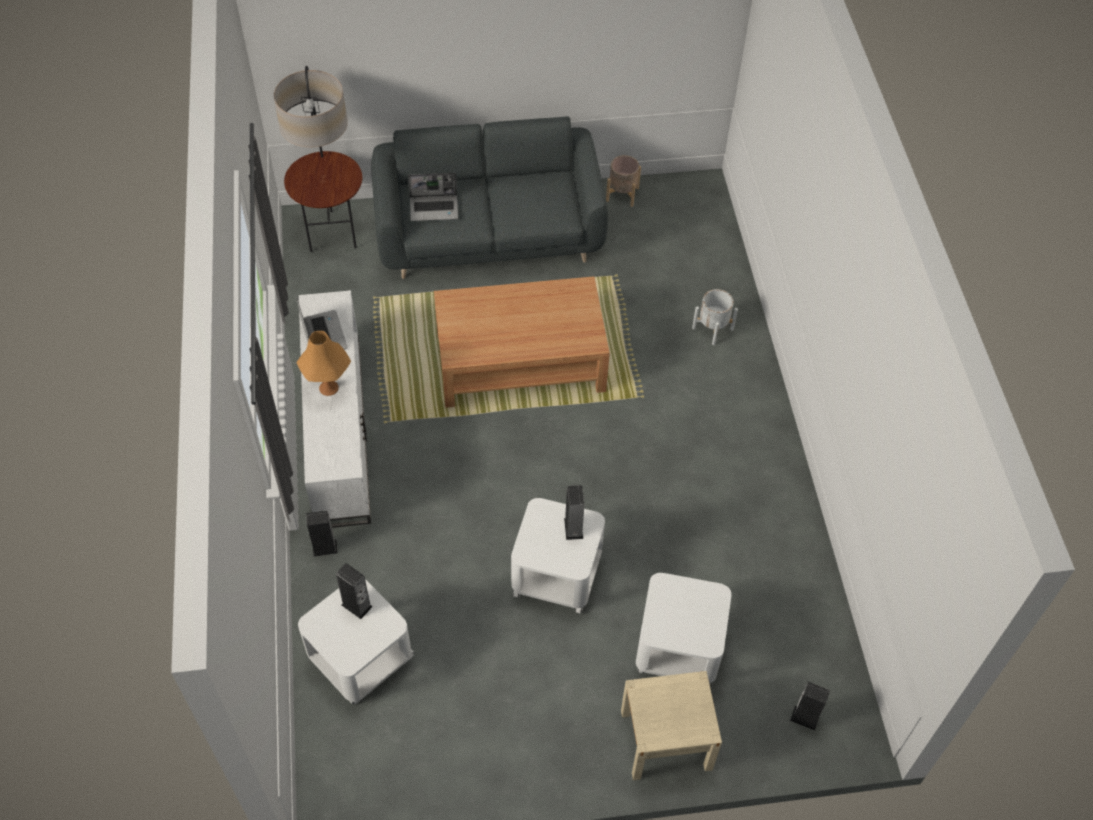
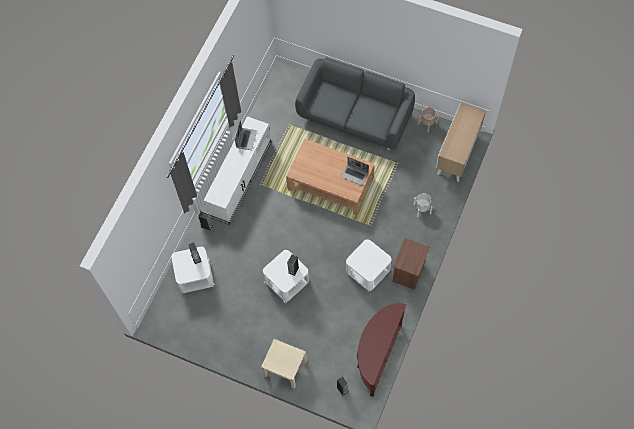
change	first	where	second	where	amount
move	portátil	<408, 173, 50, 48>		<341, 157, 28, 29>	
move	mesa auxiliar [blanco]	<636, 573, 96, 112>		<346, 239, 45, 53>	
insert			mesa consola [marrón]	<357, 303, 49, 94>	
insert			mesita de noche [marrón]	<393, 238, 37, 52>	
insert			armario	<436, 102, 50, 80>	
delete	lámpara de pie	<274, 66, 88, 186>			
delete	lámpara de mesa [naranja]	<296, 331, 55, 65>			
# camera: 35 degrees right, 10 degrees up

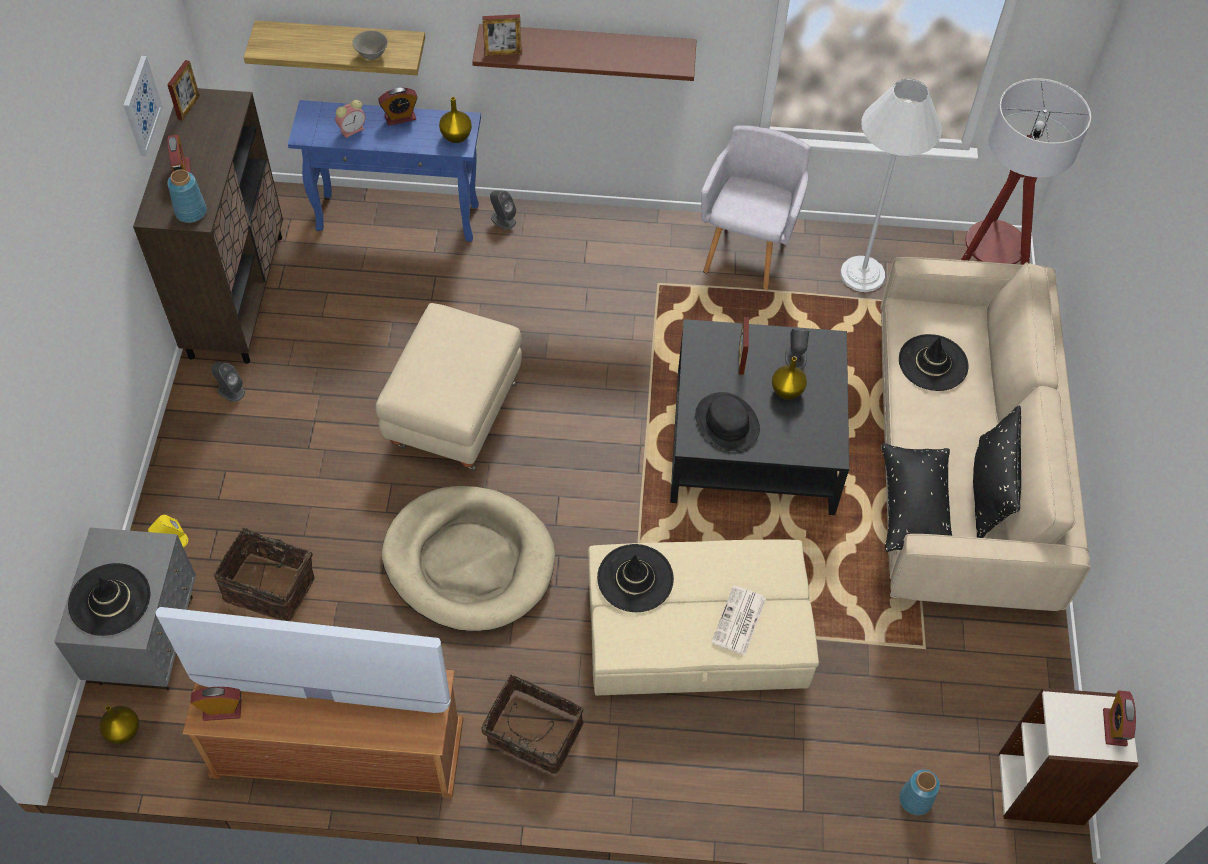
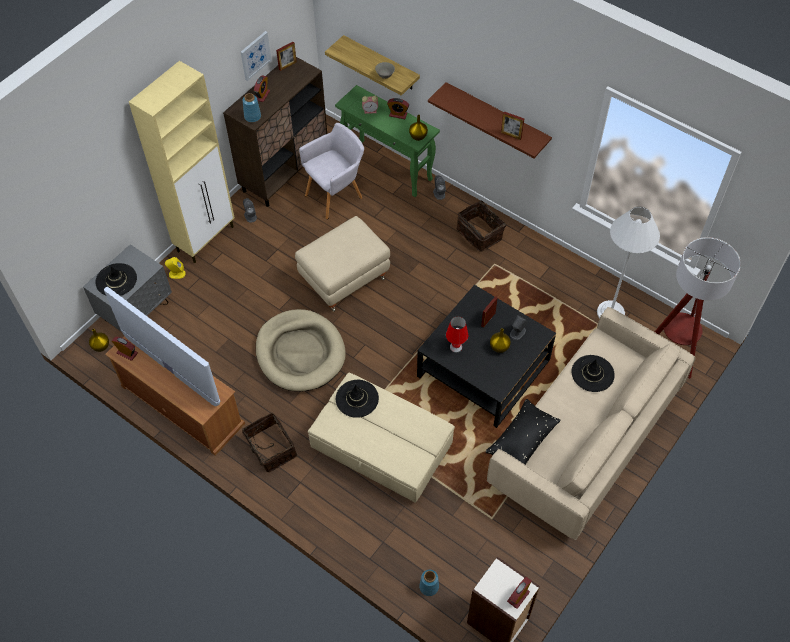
change	first	where	second	where	amount
insert			armario [beis]	<129, 61, 106, 202>	
move	sillón [gris]	<701, 125, 109, 165>		<299, 123, 65, 96>	
recolor	mesa consola [azul]	<288, 100, 193, 142>	mesa consola [verde]	<335, 85, 105, 112>	
replace	sombrero [negro]	<695, 392, 65, 59>	lámpara de mesa [rojo]	<446, 316, 22, 36>	
move	cesta	<214, 523, 101, 98>		<456, 201, 50, 51>	
move	portarretratos	<482, 14, 40, 42>		<501, 111, 23, 29>	
delete	periódico	<712, 585, 54, 70>			
delete	cojín [negro]	<973, 406, 48, 132>			
# camera: 35 degrees right, 0 degrees up

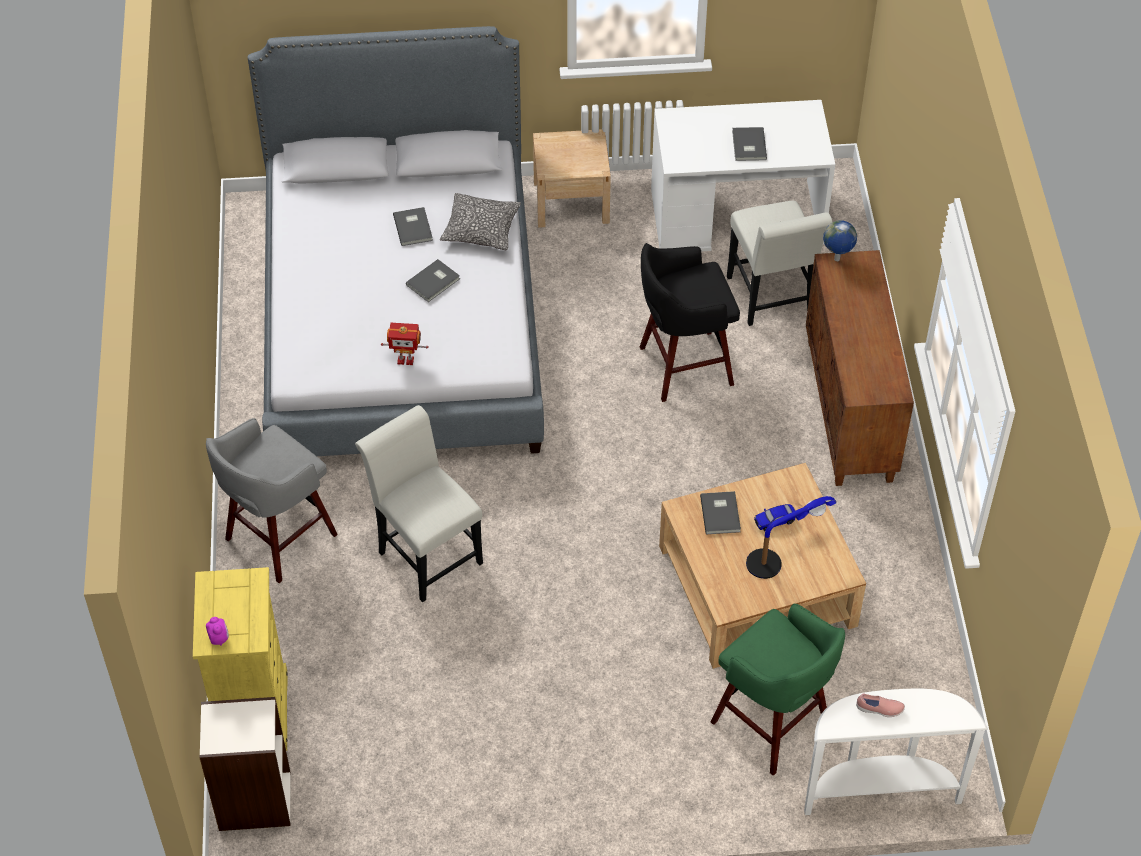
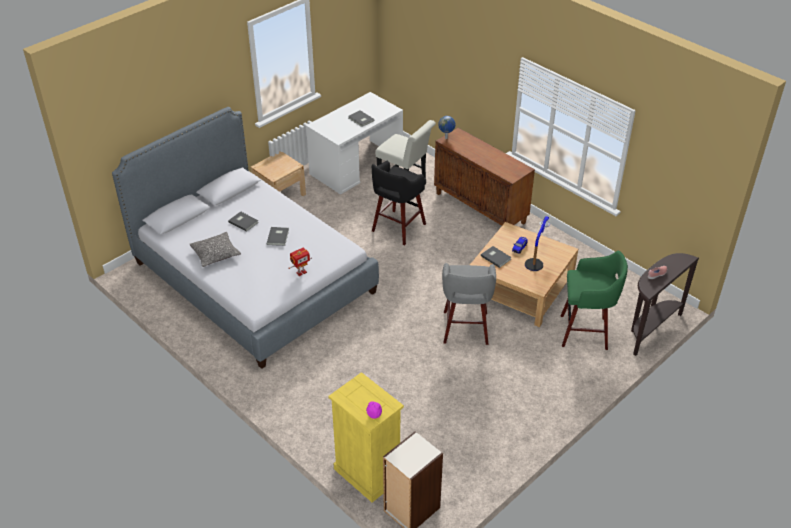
change	first	where	second	where	amount
move	cojín	<440, 193, 81, 57>		<189, 232, 52, 35>	
move	taburete [gris]	<206, 418, 132, 165>		<442, 263, 54, 82>	
recolor	mesa consola [blanco]	<804, 689, 184, 126>	mesa consola [marrón]	<631, 253, 68, 103>	
delete	silla [blanco]	<355, 405, 128, 197>			
# camera: 40 degrees left, 10 degrees down

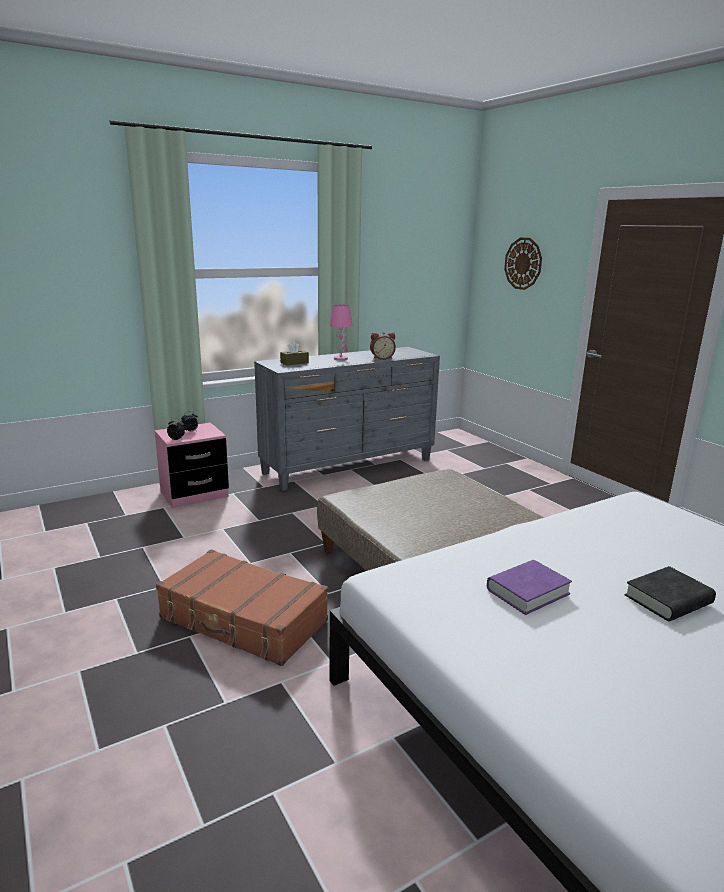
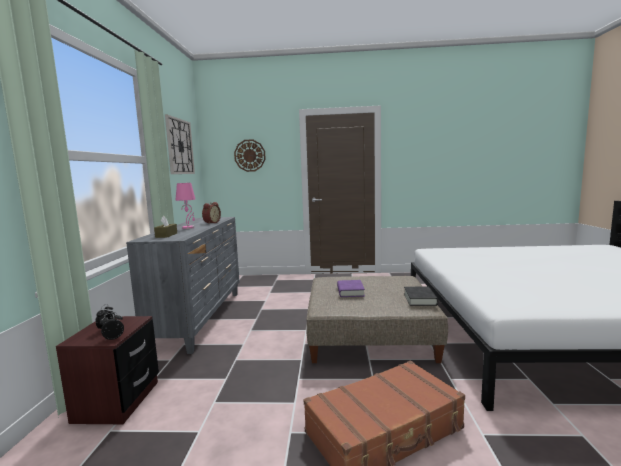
change	first	where	second	where	amount
recolor	mesita de noche [rosa]	<155, 423, 74, 85>	mesita de noche [marrón]	<56, 316, 103, 109>	
insert			reloj de pared	<165, 114, 30, 60>	
move	libro [morado]	<487, 560, 85, 55>		<337, 280, 28, 17>	
move	libro [negro]	<625, 566, 91, 55>		<404, 287, 34, 19>	
# camera: 55 degrees left, 10 degrees down

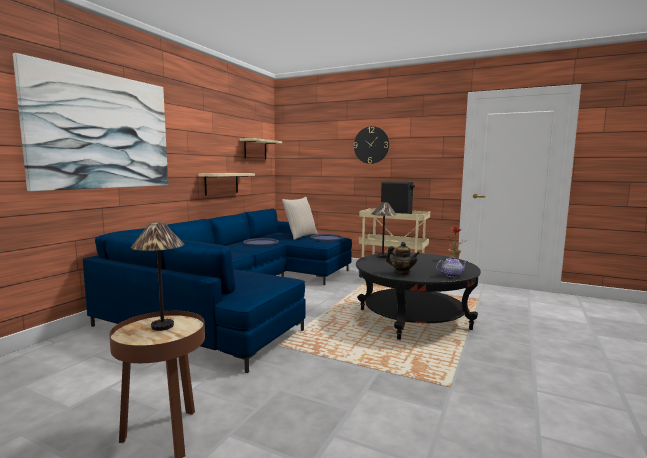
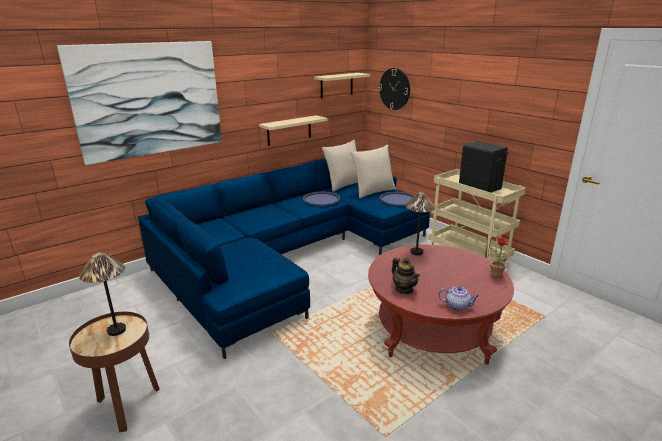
change	first	where	second	where	amount
insert			cojín [beis]	<322, 139, 36, 53>	
recolor	mesa de centro [negro]	<356, 252, 125, 88>	mesa de centro [rojo]	<368, 244, 146, 121>	
move	reloj de pared	<354, 126, 35, 38>		<379, 68, 31, 42>	
# camera: 25 degrees right, 15 degrees up

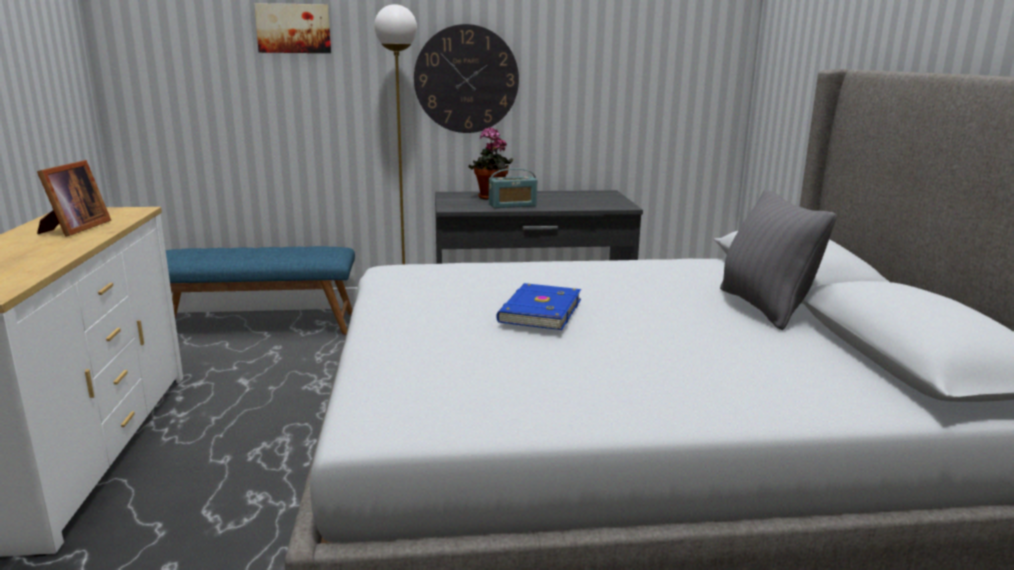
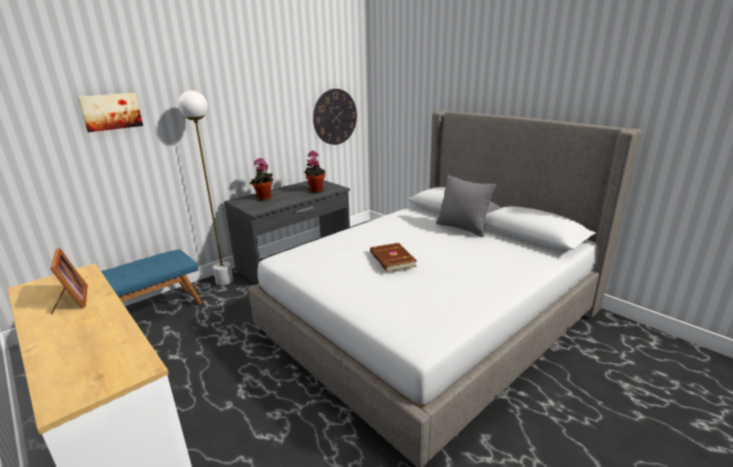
change	first	where	second	where	amount
insert			planta en maceta	<304, 151, 22, 42>	
move	reloj de pared	<414, 24, 105, 109>		<313, 89, 44, 56>	
recolor	libro [azul]	<496, 283, 85, 47>	libro [marrón]	<370, 243, 47, 29>	
delete	radio	<489, 168, 48, 40>			
# camera: 35 degrees left, 5 degrees up

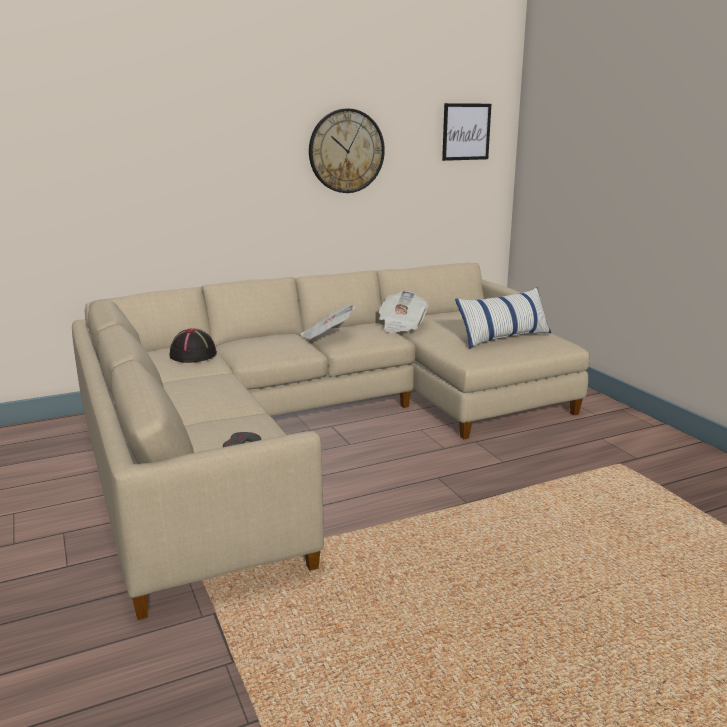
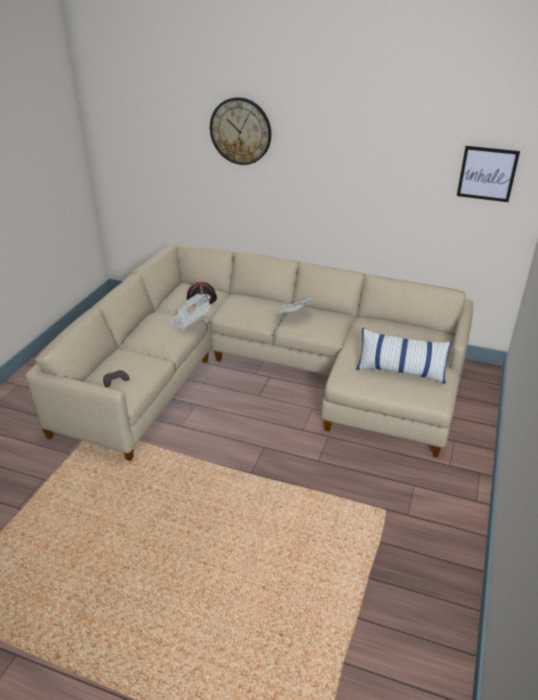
change	first	where	second	where	amount
move	periódico	<378, 291, 51, 42>		<170, 294, 41, 35>	
move	reloj de pared	<309, 109, 76, 84>		<210, 97, 61, 68>	
# camera: 45 degrees right, 15 degrees up

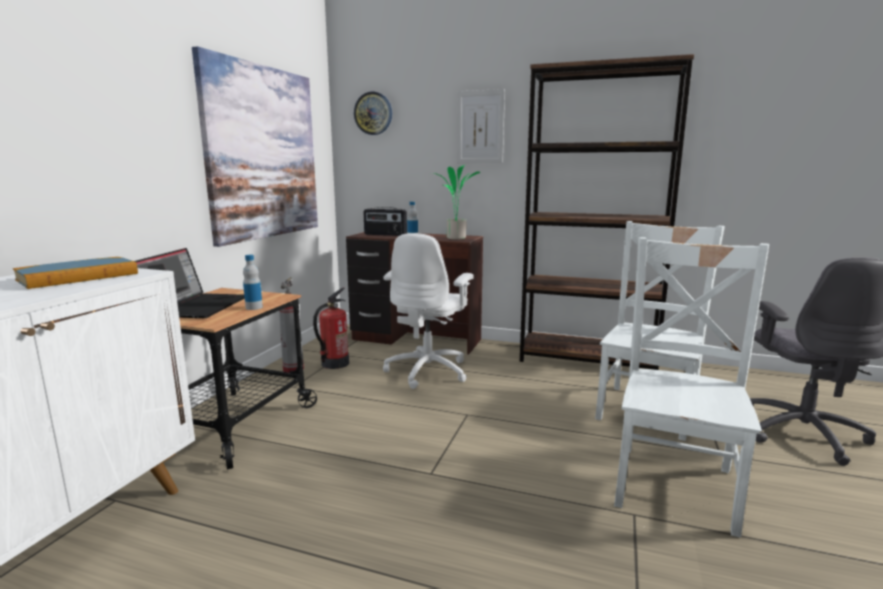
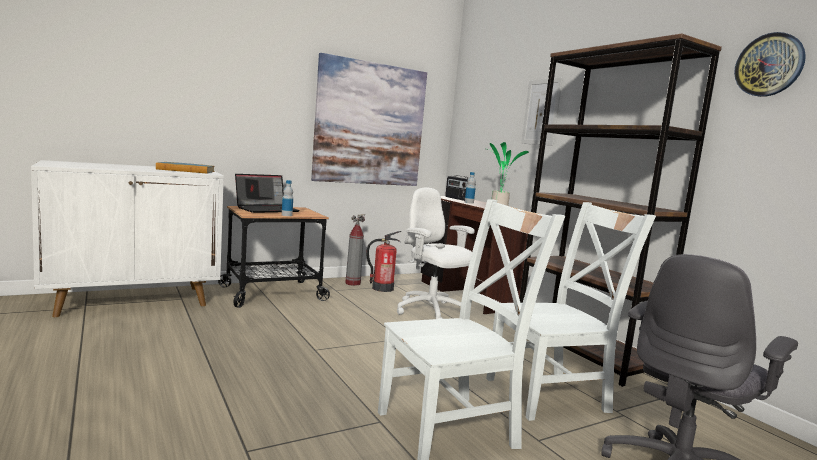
change	first	where	second	where	amount
rotate	silla de oficina [blanco]	<383, 233, 91, 156>		<397, 188, 78, 131>	75 degrees clockwise
move	reloj de pared	<354, 91, 38, 44>		<734, 32, 72, 65>	
# camera: 40 degrees right, 5 degrees down

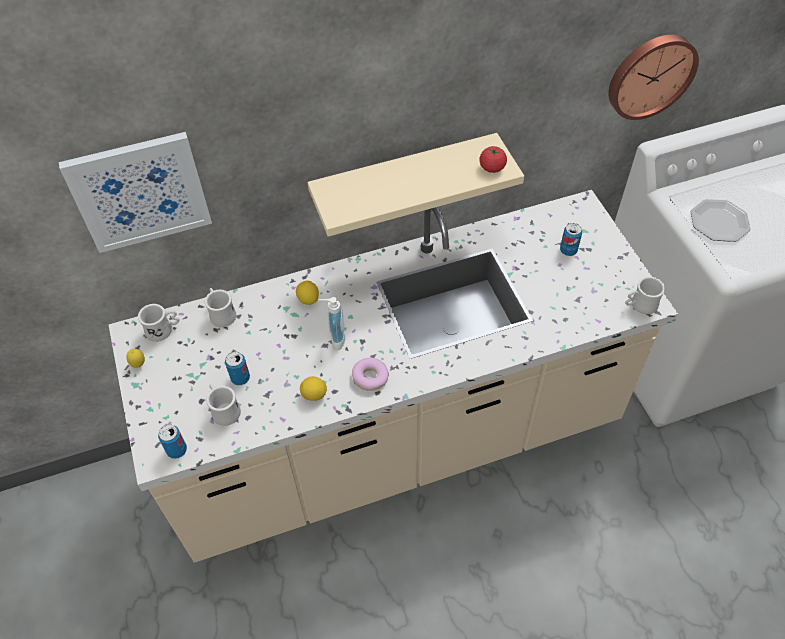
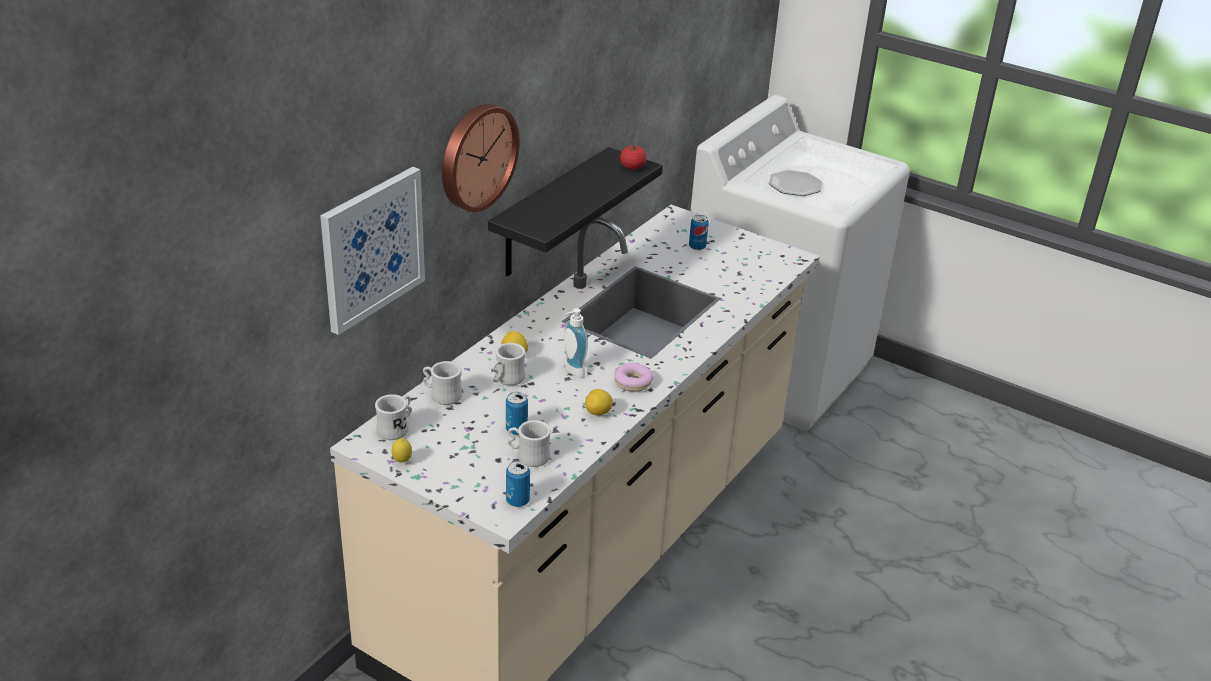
change	first	where	second	where	amount
move	reloj de pared	<608, 34, 91, 86>		<442, 104, 78, 108>	
recolor	estante [beis]	<307, 133, 217, 104>	estante [negro]	<488, 147, 175, 129>	
move	taza grande [blanco]	<625, 276, 40, 38>		<492, 343, 34, 43>	
# camera: 40 degrees left, 20 degrees down

